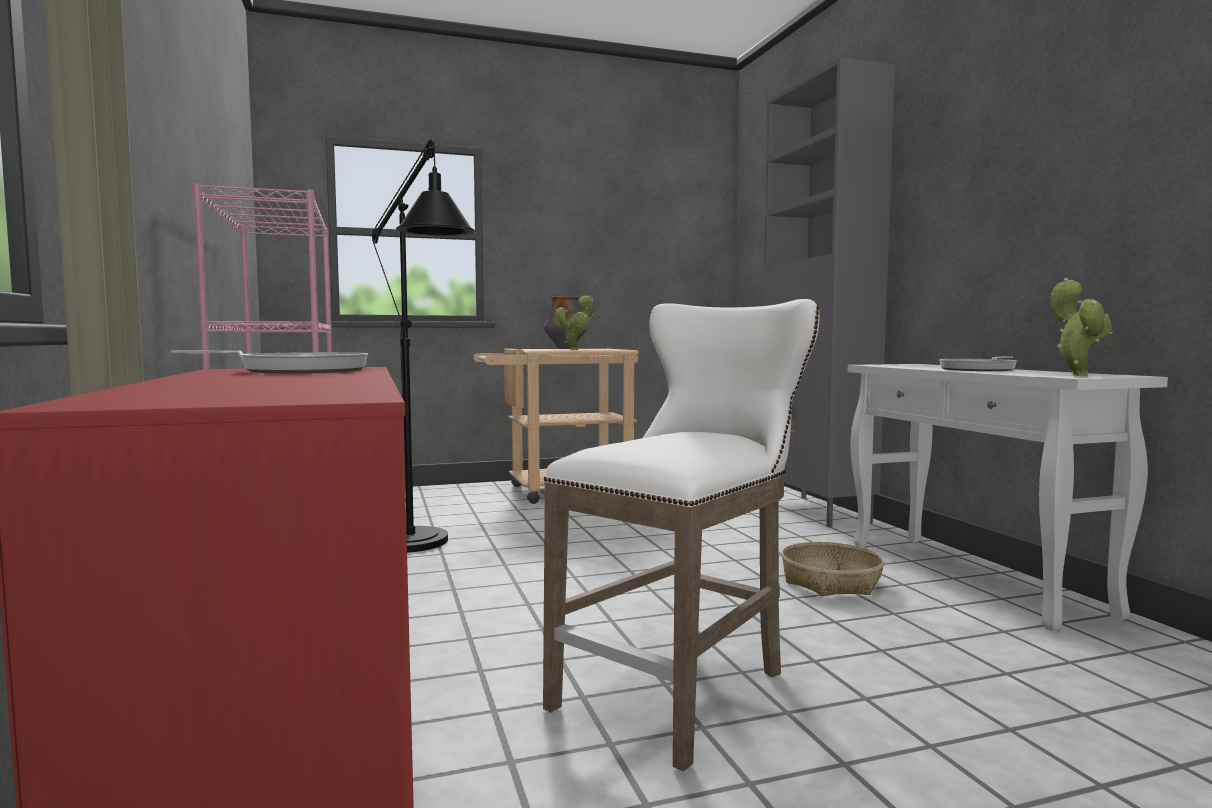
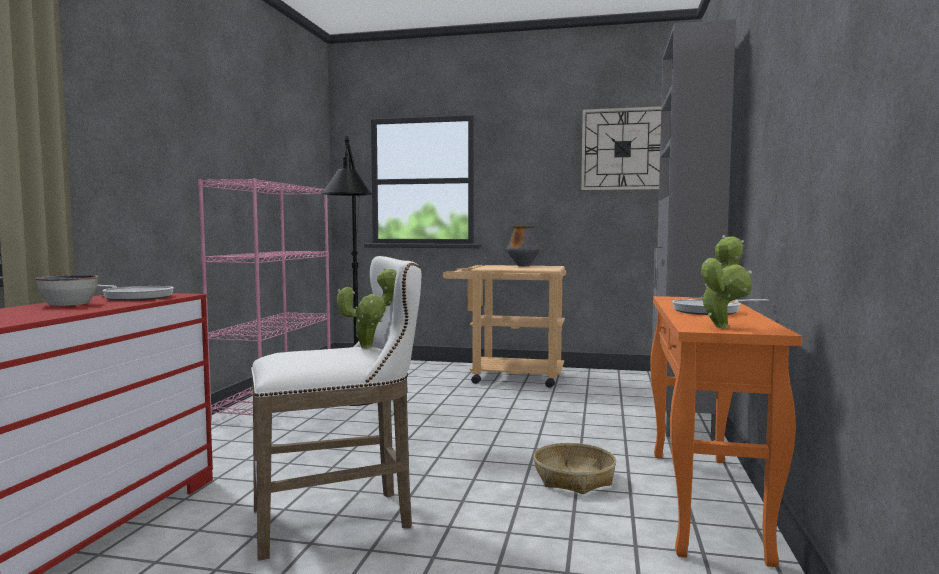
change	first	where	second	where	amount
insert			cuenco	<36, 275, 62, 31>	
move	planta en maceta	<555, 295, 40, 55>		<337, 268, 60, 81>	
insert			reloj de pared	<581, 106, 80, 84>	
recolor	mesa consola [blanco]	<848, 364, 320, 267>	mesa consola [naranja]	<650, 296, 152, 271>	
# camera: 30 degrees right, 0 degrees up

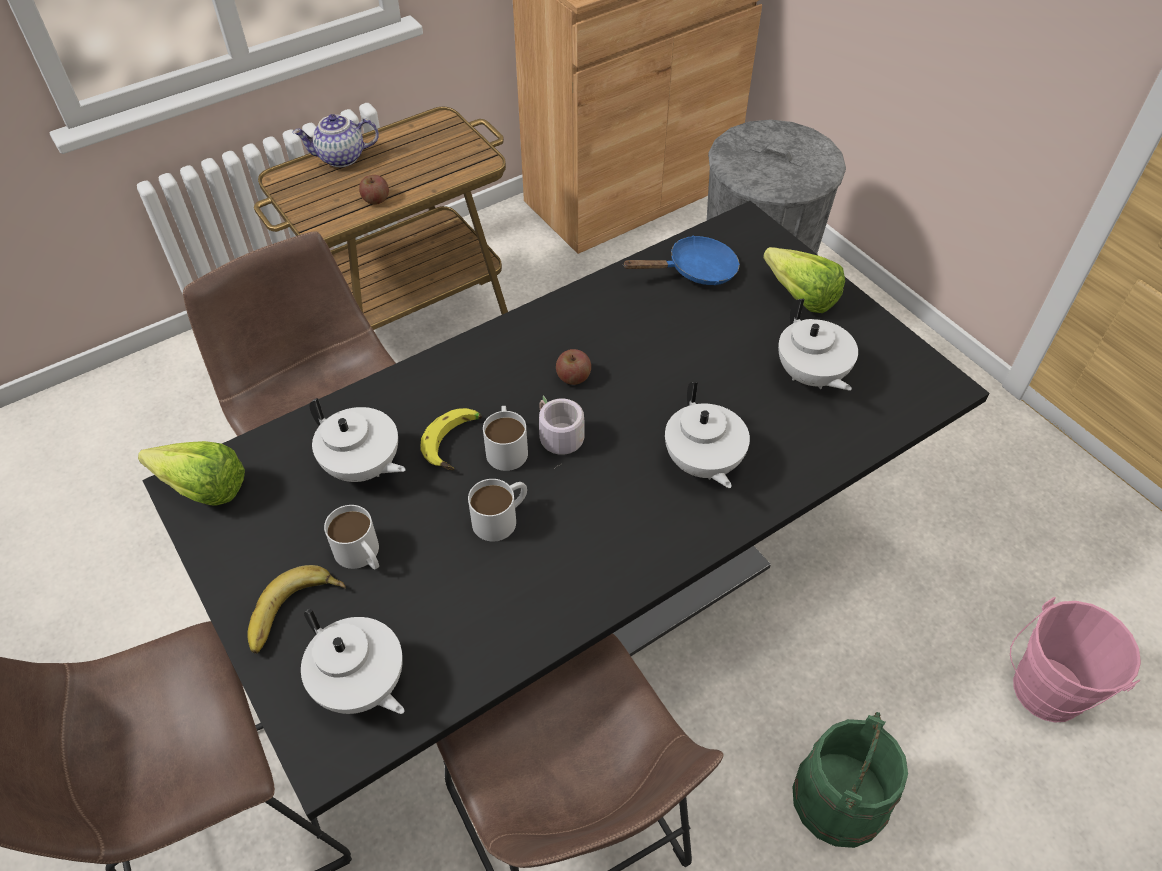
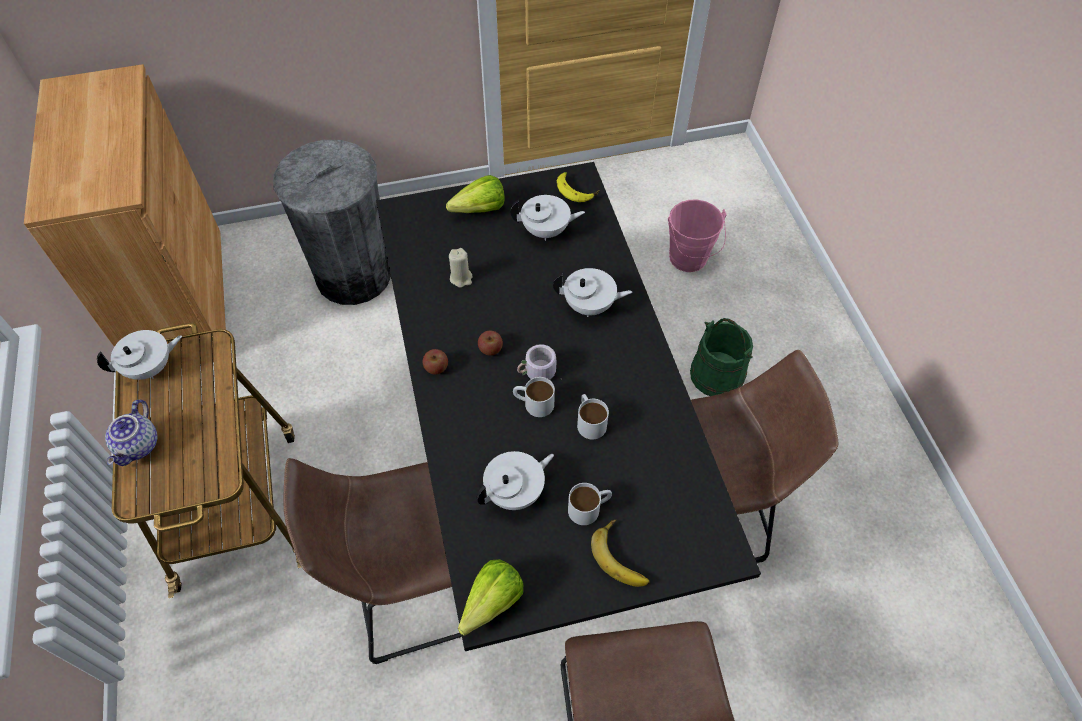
change	first	where	second	where	amount
move	tetera [blanco]	<301, 609, 104, 105>		<97, 330, 85, 50>	
move	manzana	<359, 175, 30, 30>		<423, 349, 25, 25>	
insert			vela [beis]	<449, 248, 23, 40>	
move	plátano	<420, 408, 62, 62>		<557, 172, 42, 30>	
delete	sartén [azul]	<622, 235, 118, 50>			
# camera: 70 degrees left, 5 degrees up

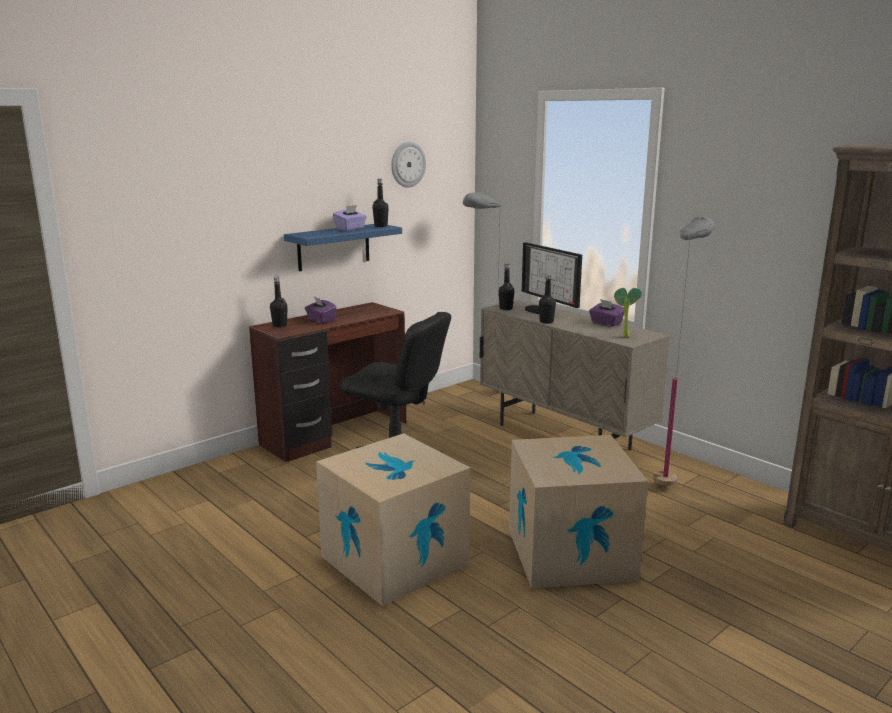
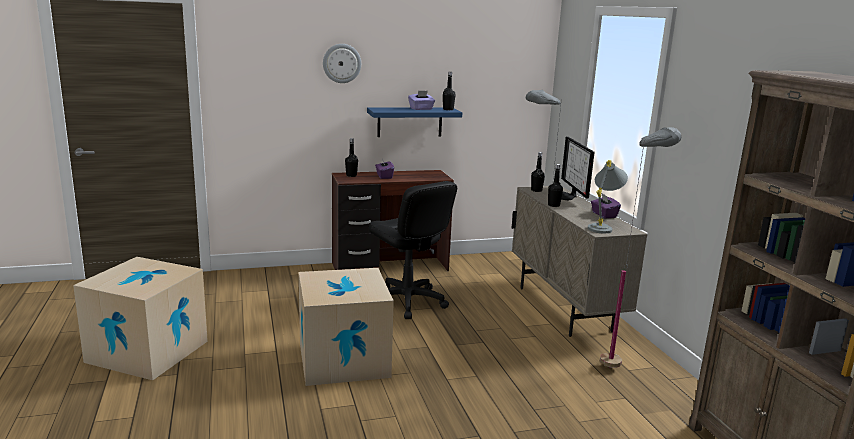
change	first	where	second	where	amount
move	caja de cartón	<509, 435, 139, 154>		<73, 257, 135, 123>	
move	reloj de pared	<391, 142, 35, 45>		<323, 44, 38, 39>	
replace	planta en maceta	<614, 288, 28, 49>	lámpara de mesa [gris]	<588, 160, 40, 73>	
# camera: 25 degrees right, 0 degrees up

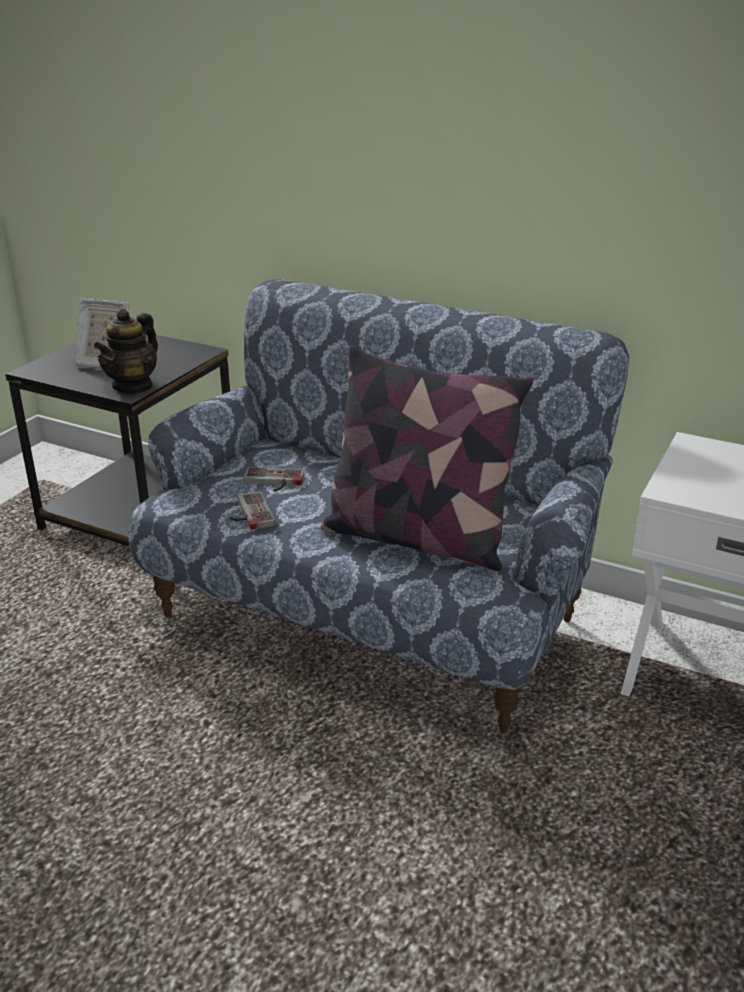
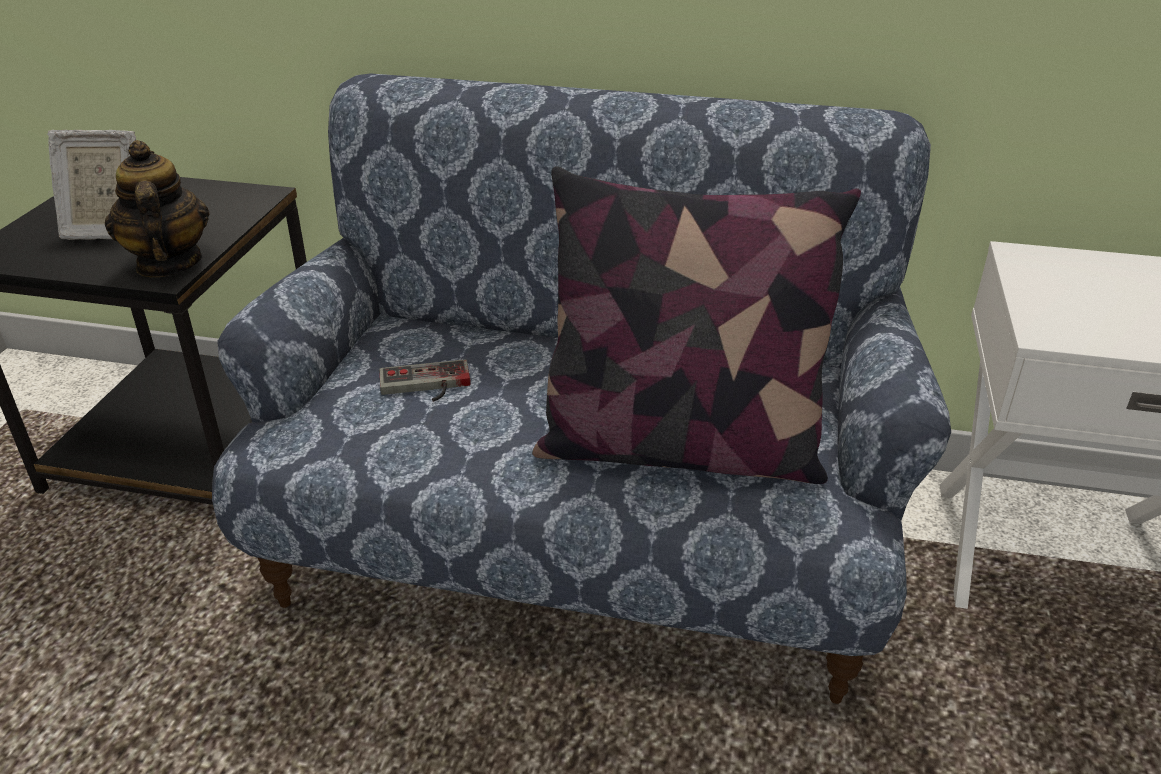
change	first	where	second	where	amount
rotate	tetera	<94, 308, 64, 86>		<105, 140, 105, 137>	150 degrees clockwise
delete	mando de consola	<230, 491, 45, 39>			
# camera: 15 degrees left, 5 degrees up

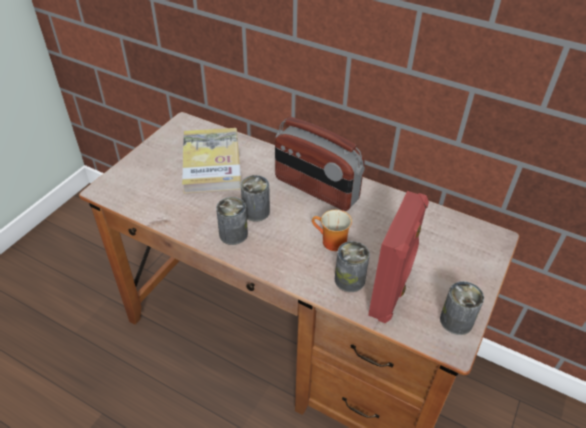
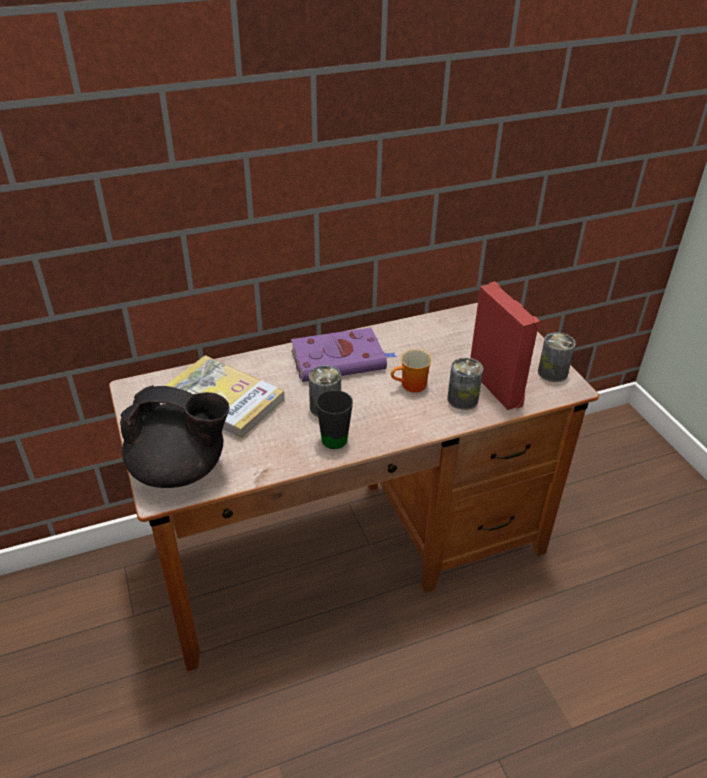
change	first	where	second	where	amount
insert			tetera [negro]	<120, 385, 109, 103>	
replace	radio	<275, 117, 90, 94>	libro [morado]	<291, 327, 106, 55>	
replace	lata	<216, 197, 32, 48>	taza grande [negro]	<316, 390, 37, 59>	
# camera: 50 degrees left, 5 degrees down

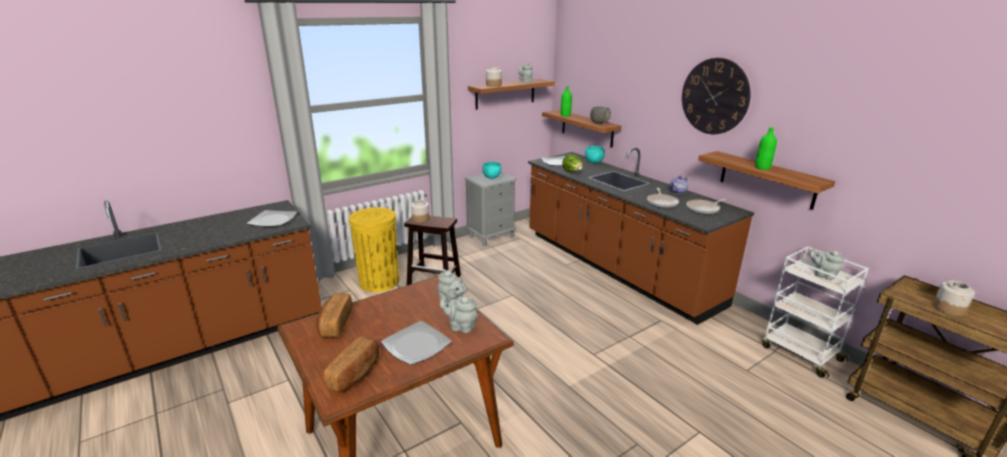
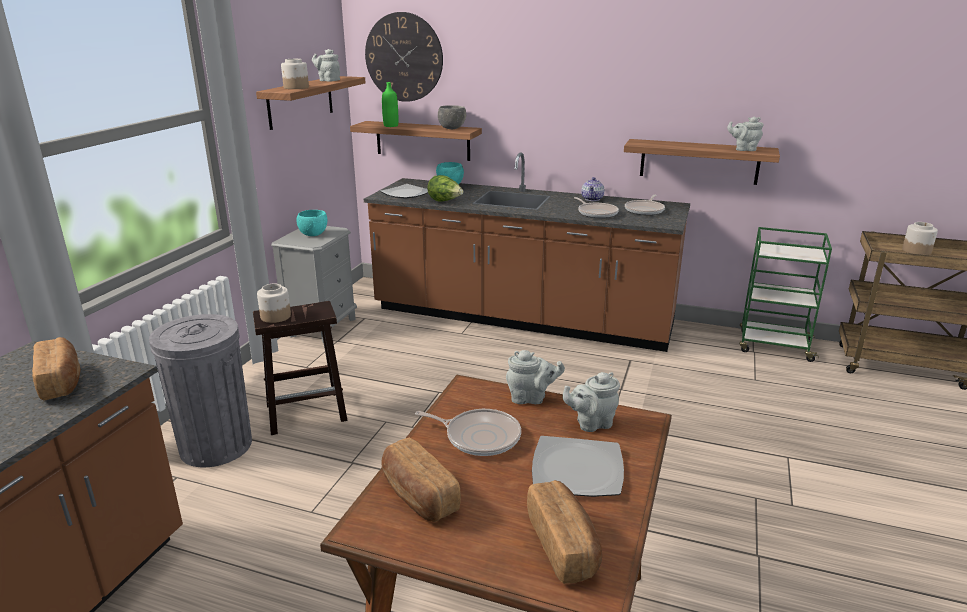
change	first	where	second	where	amount
replace	plato	<247, 210, 50, 17>	pan	<32, 337, 49, 63>	
recolor	papelera [amarillo]	<349, 207, 50, 85>	papelera [gris]	<149, 314, 103, 153>	
move	reloj de pared	<682, 58, 69, 76>		<365, 12, 78, 90>	
insert			sartén	<415, 409, 106, 47>	
move	tetera [gris]	<809, 249, 36, 31>		<727, 117, 37, 34>	
recolor	carrito [blanco]	<762, 246, 107, 132>	carrito [verde]	<739, 227, 93, 135>	
delete	botella [verde]	<755, 127, 22, 43>			
# camera: 35 degrees left, 0 degrees up

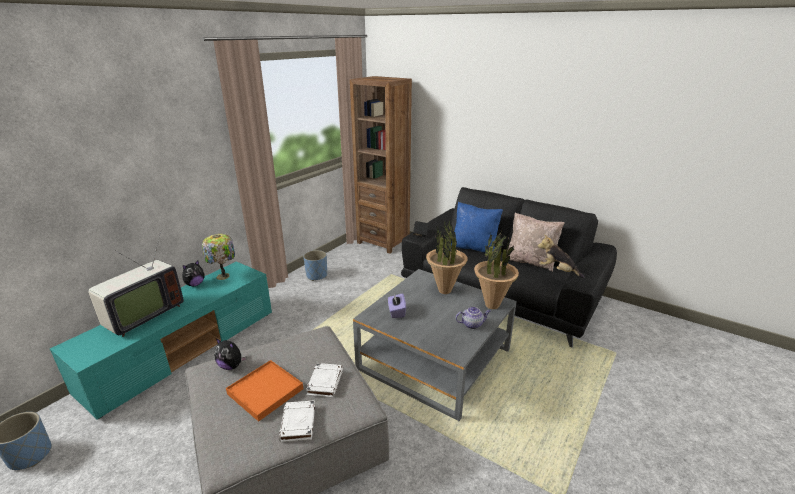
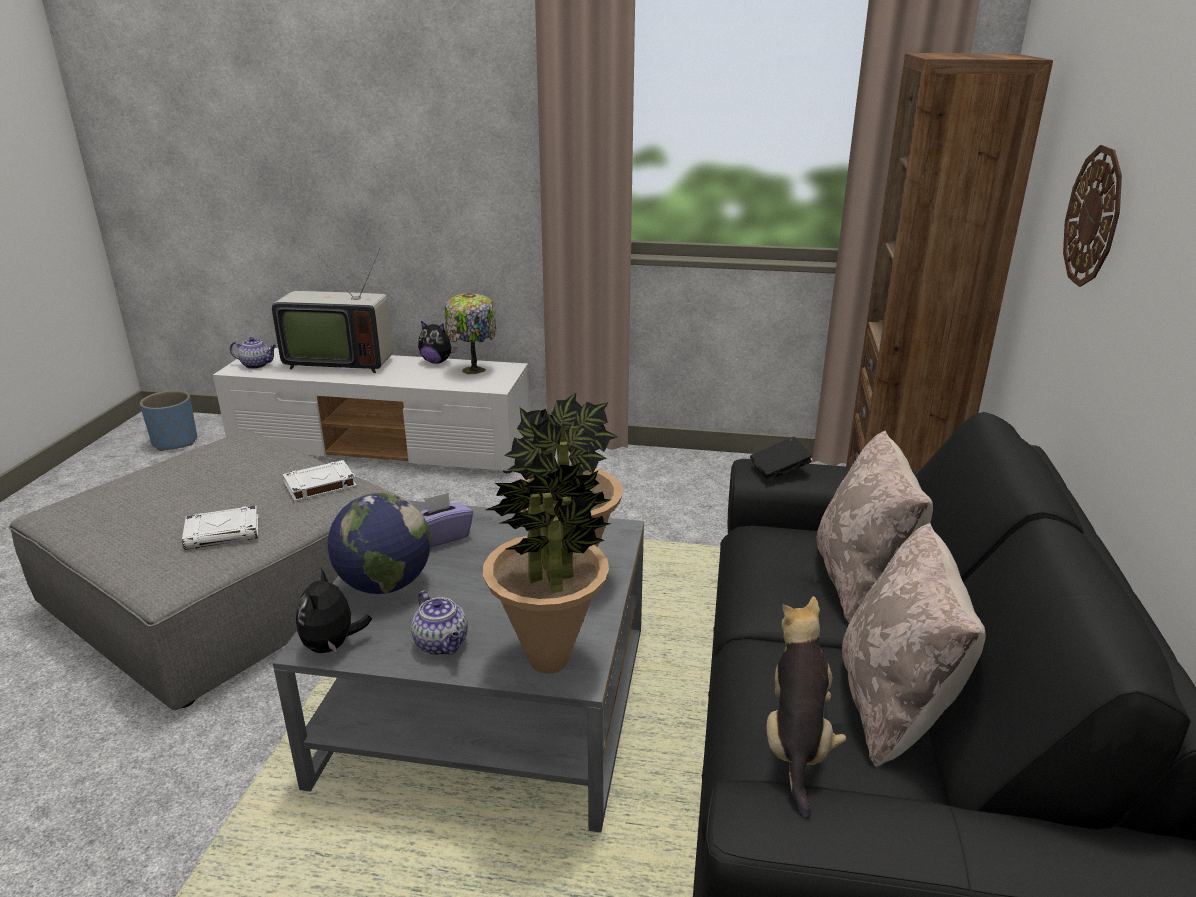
change	first	where	second	where	amount
recolor	mueble de televisión [turquesa]	<50, 261, 222, 158>	mueble de televisión [blanco]	<213, 348, 317, 125>	
insert			tetera	<230, 337, 47, 32>	
move	libro [blanco]	<279, 400, 36, 42>		<283, 460, 74, 42>	
move	peluche	<215, 338, 32, 32>		<296, 568, 76, 85>	
insert			globo terráqueo	<328, 493, 103, 101>	
recolor	cojín [azul]	<451, 202, 52, 51>	cojín [beis]	<816, 431, 117, 192>	
insert			reloj de pared	<1063, 145, 59, 142>	
delete	bandeja [naranja]	<226, 360, 78, 62>			
delete	maceta [azul]	<303, 250, 24, 31>			
# camera: 65 degrees right, 0 degrees up

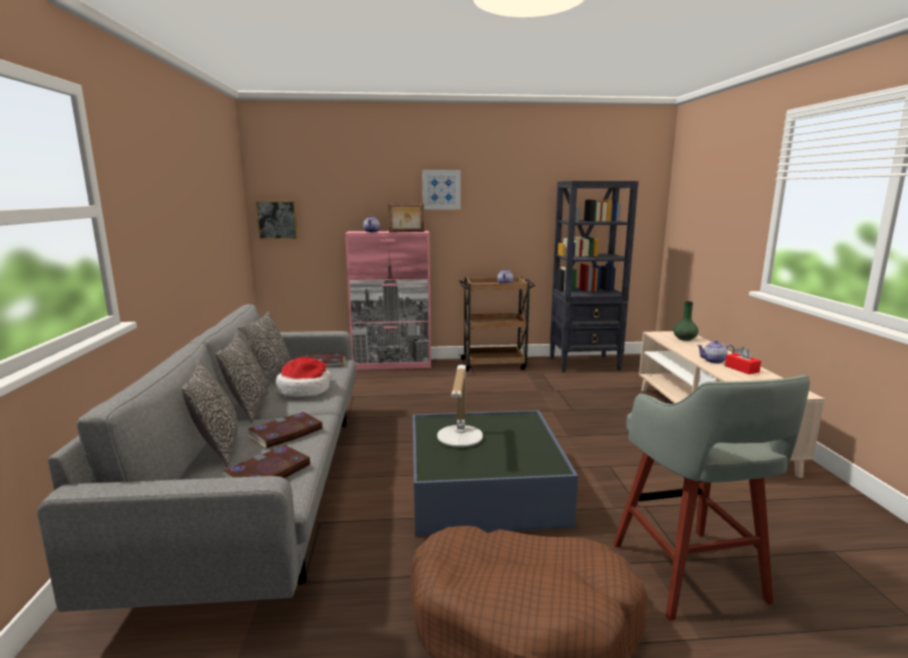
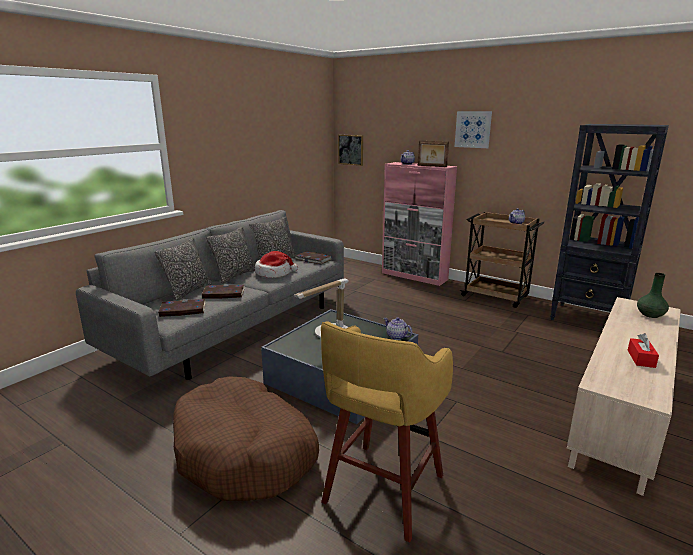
change	first	where	second	where	amount
recolor	taburete [gris]	<613, 375, 197, 246>	taburete [amarillo]	<321, 321, 132, 222>	
move	tetera	<697, 340, 38, 24>		<384, 317, 28, 23>	
# camera: 40 degrees right, 5 degrees up

